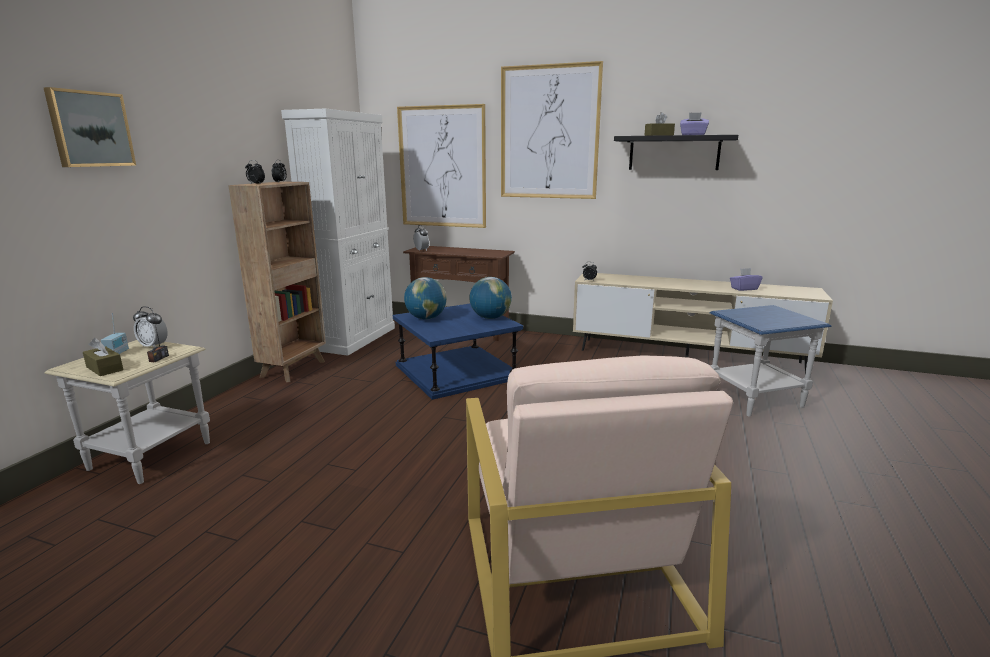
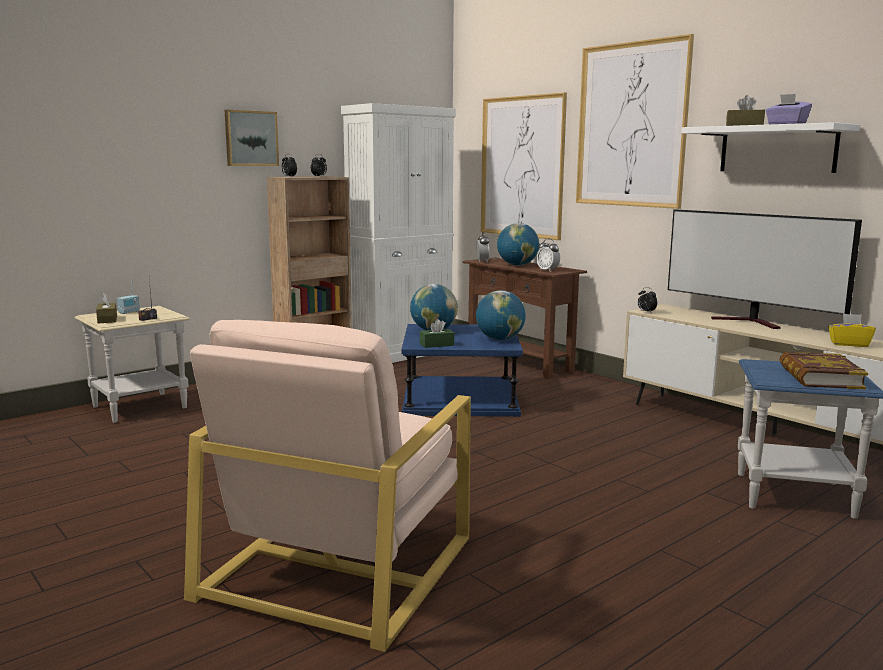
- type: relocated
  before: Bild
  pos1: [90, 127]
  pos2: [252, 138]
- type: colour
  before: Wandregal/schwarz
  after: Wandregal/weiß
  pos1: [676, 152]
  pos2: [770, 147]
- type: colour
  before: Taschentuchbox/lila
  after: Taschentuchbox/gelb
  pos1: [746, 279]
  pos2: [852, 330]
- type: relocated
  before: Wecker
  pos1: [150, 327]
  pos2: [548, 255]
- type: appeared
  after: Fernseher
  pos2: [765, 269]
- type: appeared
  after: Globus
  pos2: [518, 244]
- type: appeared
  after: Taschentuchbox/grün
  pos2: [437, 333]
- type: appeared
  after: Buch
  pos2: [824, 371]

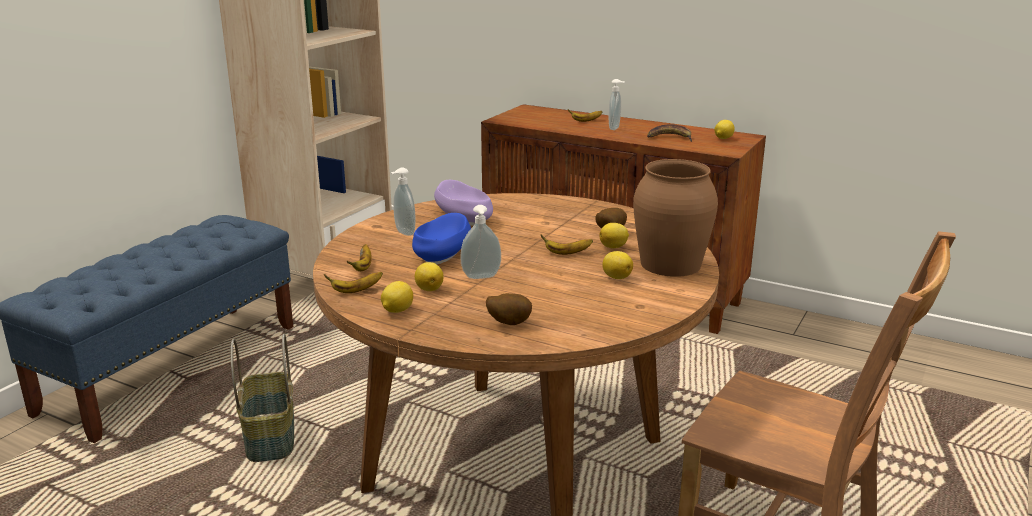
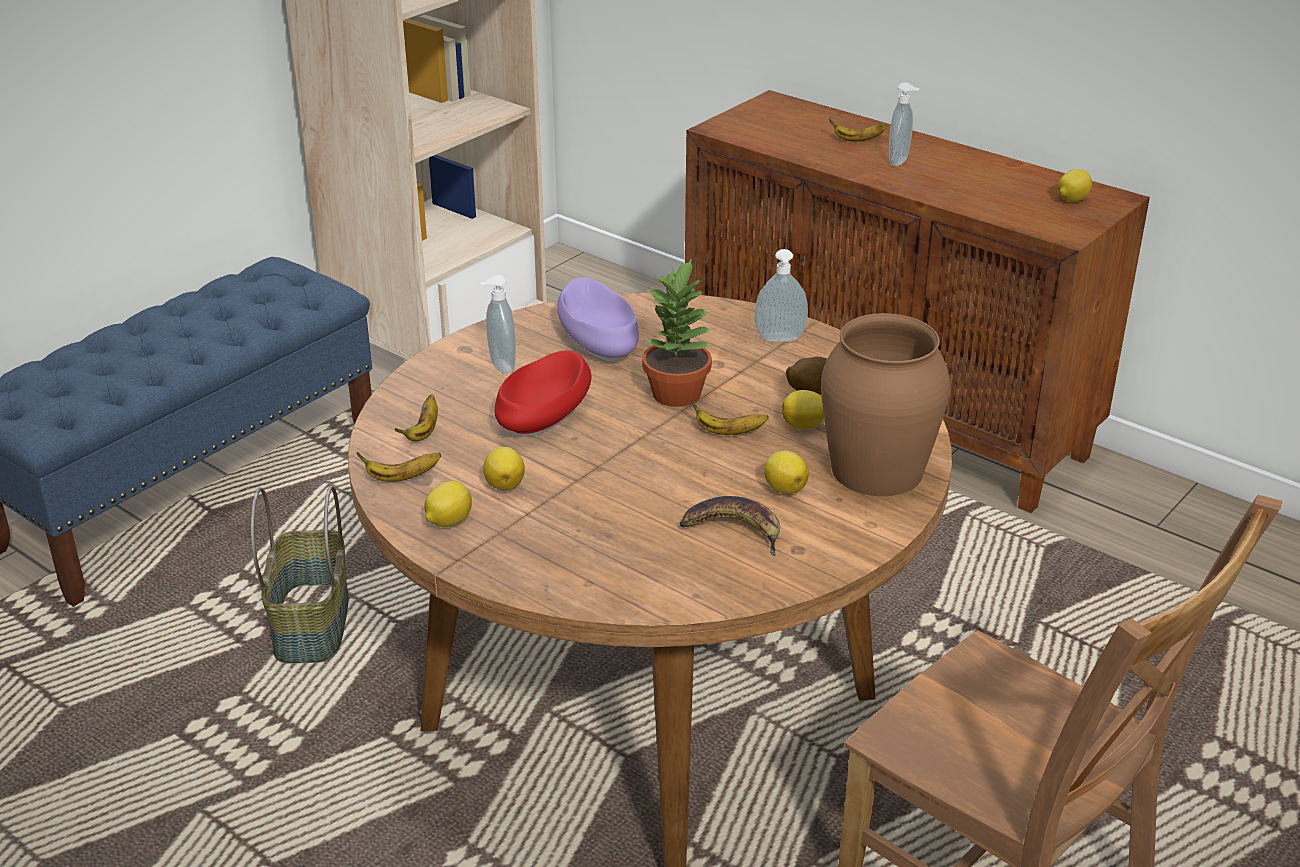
- type: relocated
  before: Banane
  pos1: [670, 133]
  pos2: [729, 526]
- type: relocated
  before: Seifenspender
  pos1: [480, 242]
  pos2: [781, 295]
- type: colour
  before: Schüssel/blau
  after: Schüssel/rot
  pos1: [441, 238]
  pos2: [542, 393]
- type: missing
  before: Kartoffel
  pos1: [509, 309]
- type: appeared
  after: Topfpflanze
  pos2: [677, 332]

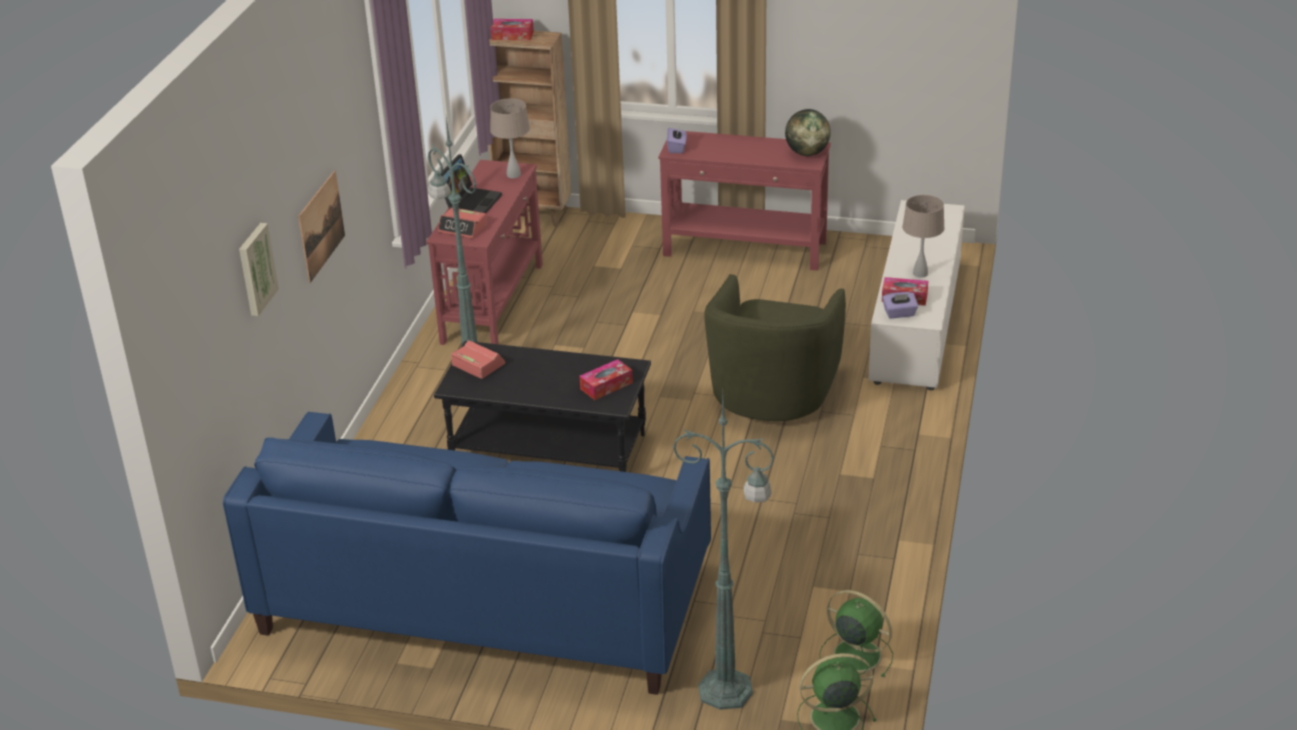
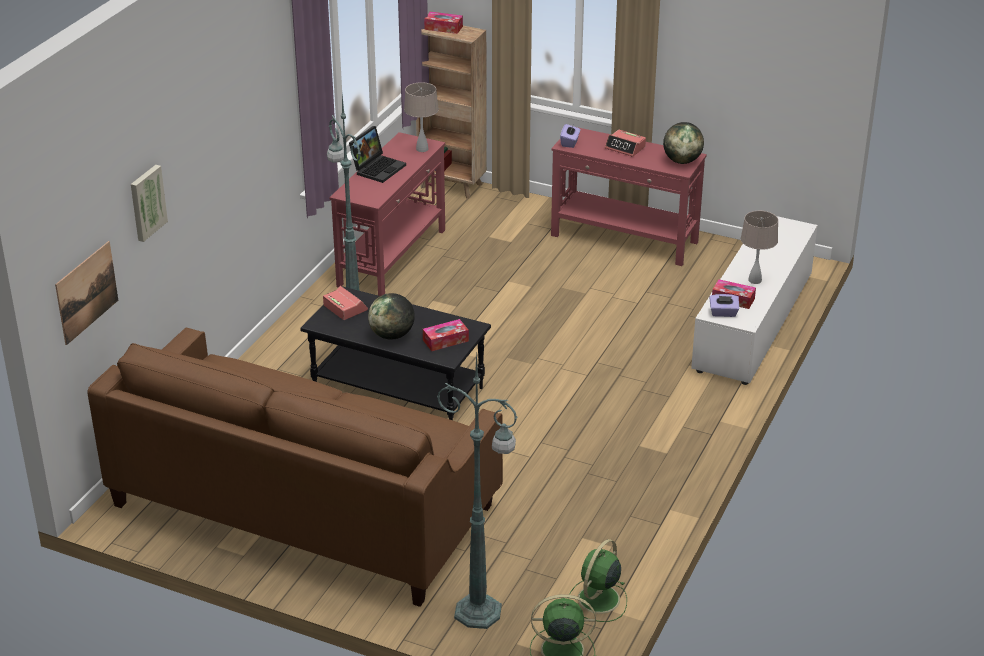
- type: relocated
  before: Bild
  pos1: [321, 227]
  pos2: [86, 293]
- type: relocated
  before: Wecker
  pos1: [462, 223]
  pos2: [625, 143]
- type: missing
  before: Sessel/grün
  pos1: [775, 347]
- type: colour
  before: Sofa/blau
  after: Sofa/braun
  pos1: [467, 553]
  pos2: [295, 467]
- type: spun
  before: Ventilator/grün
  pos1: [856, 633]
  pos2: [597, 580]
  turn: -105
- type: appeared
  after: Globus
  pos2: [391, 316]

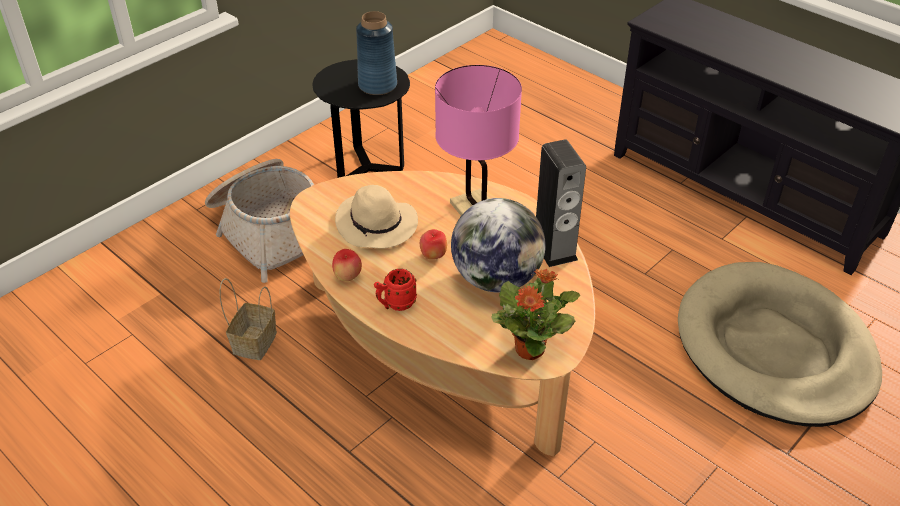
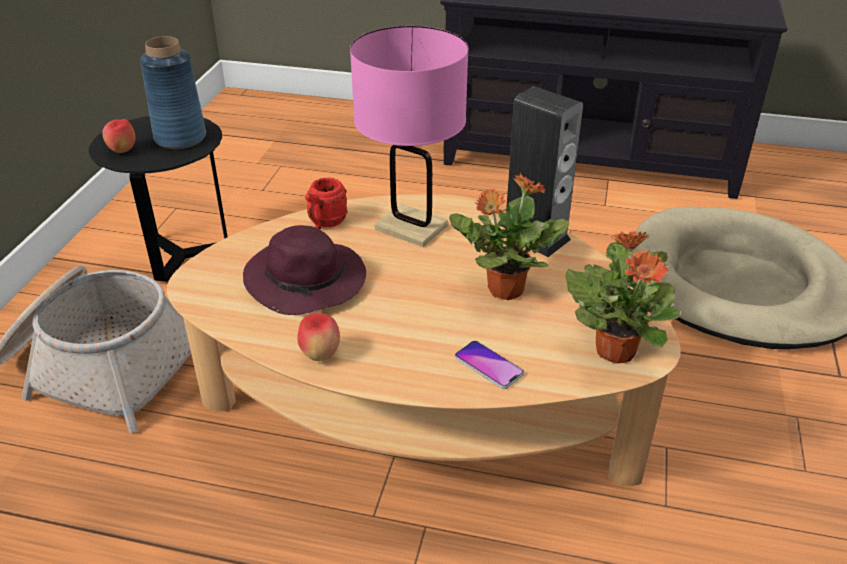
- type: colour
  before: Hut/beige
  after: Hut/lila
  pos1: [376, 217]
  pos2: [304, 270]
- type: exchanged
  before: Globus
  after: Topfpflanze
  pos1: [498, 245]
  pos2: [509, 236]
- type: relocated
  before: Apfel
  pos1: [433, 244]
  pos2: [118, 136]
- type: relocated
  before: Henkelbecher/rot
  pos1: [395, 290]
  pos2: [326, 203]
- type: missing
  before: Korb
  pos1: [248, 319]
- type: appeared
  after: Handy
  pos2: [489, 365]

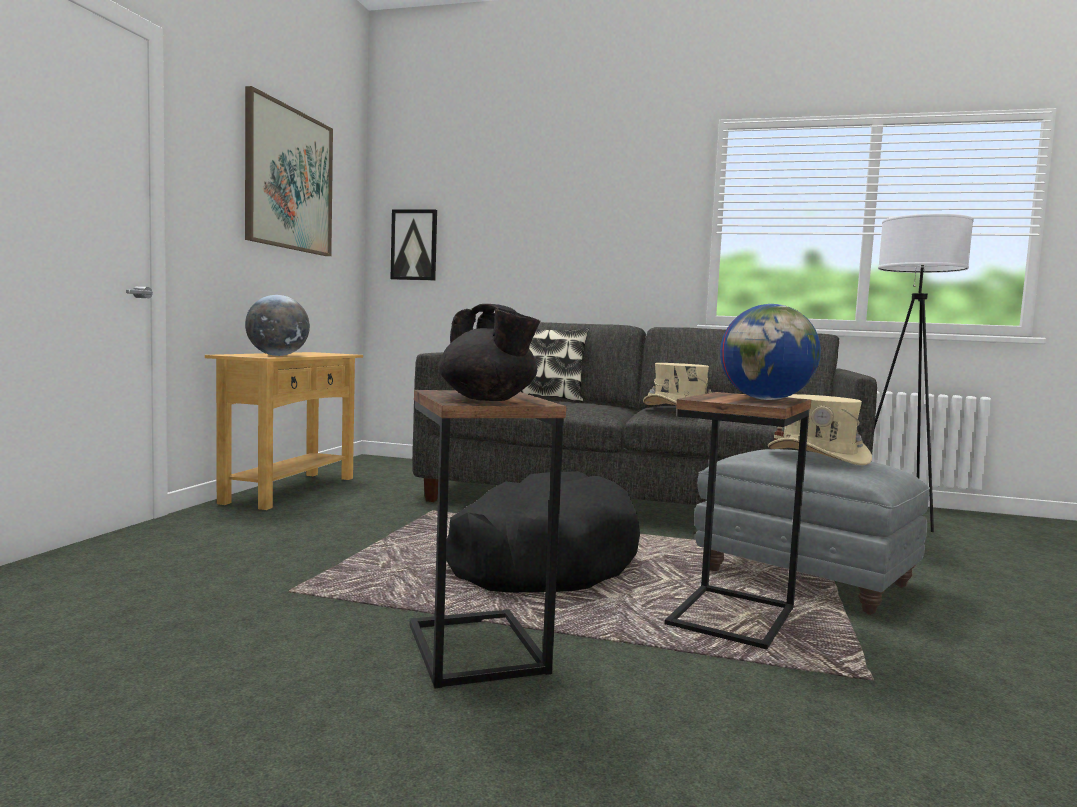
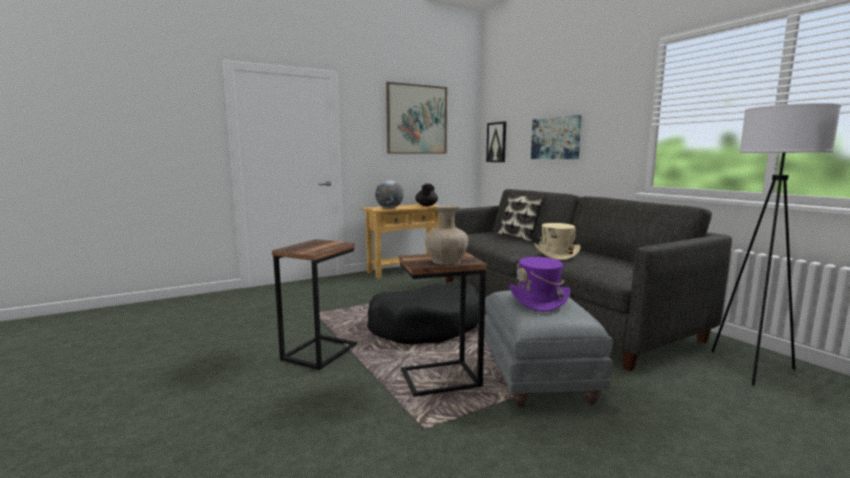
- type: relocated
  before: Teekanne/schwarz
  pos1: [489, 352]
  pos2: [426, 195]
- type: exchanged
  before: Globus
  after: Vase/beige
  pos1: [770, 352]
  pos2: [446, 235]
- type: colour
  before: Hut/beige
  after: Hut/lila
  pos1: [820, 429]
  pos2: [539, 284]
- type: appeared
  after: Bild
  pos2: [556, 137]

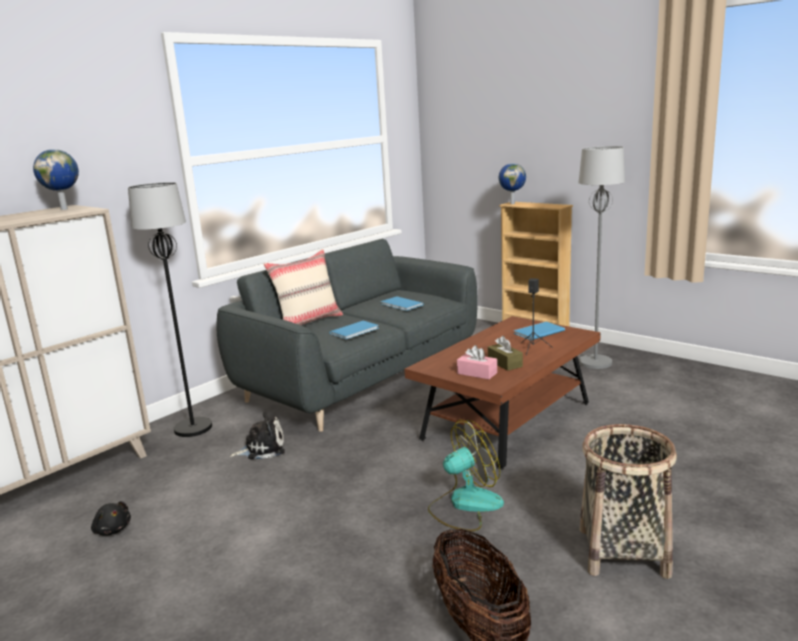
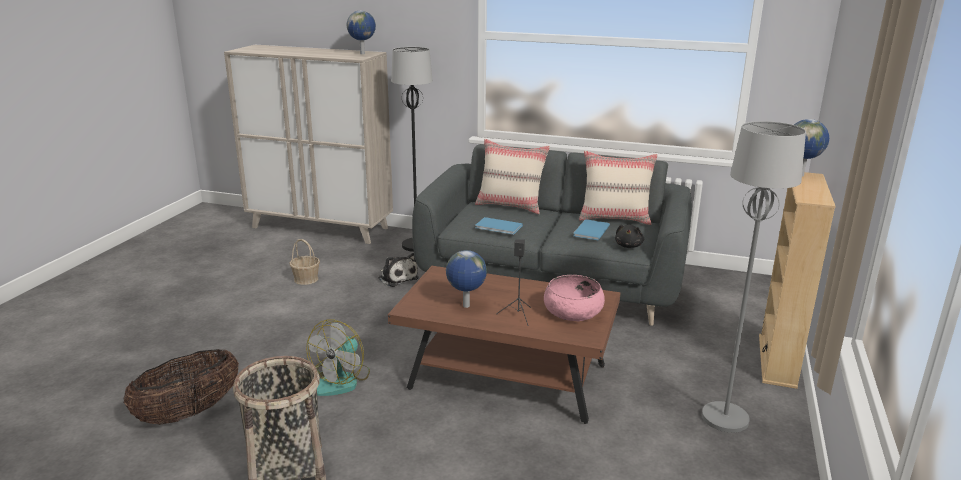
- type: exchanged
  before: Buch/blau
  after: Schüssel/rosa
  pos1: [539, 331]
  pos2: [574, 298]
- type: exchanged
  before: Taschentuchbox/braun
  after: Globus
  pos1: [505, 353]
  pos2: [466, 279]
- type: missing
  before: Taschentuchbox/rosa
  pos1: [477, 362]
- type: spun
  before: Ventilator
  pos1: [466, 475]
  pos2: [338, 357]
  turn: 75
- type: relocated
  before: Plüschtier/schwarz
  pos1: [111, 518]
  pos2: [629, 236]
- type: appeared
  after: Kissen/beige
  pos2: [618, 187]
- type: appeared
  after: Korb
  pos2: [304, 262]

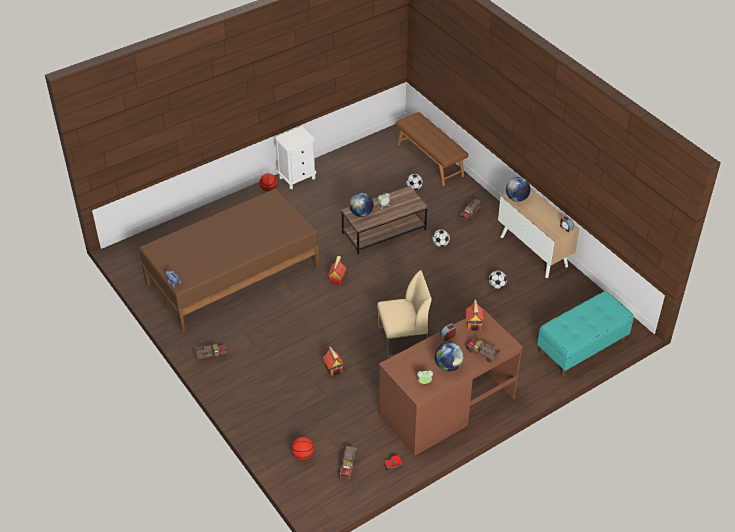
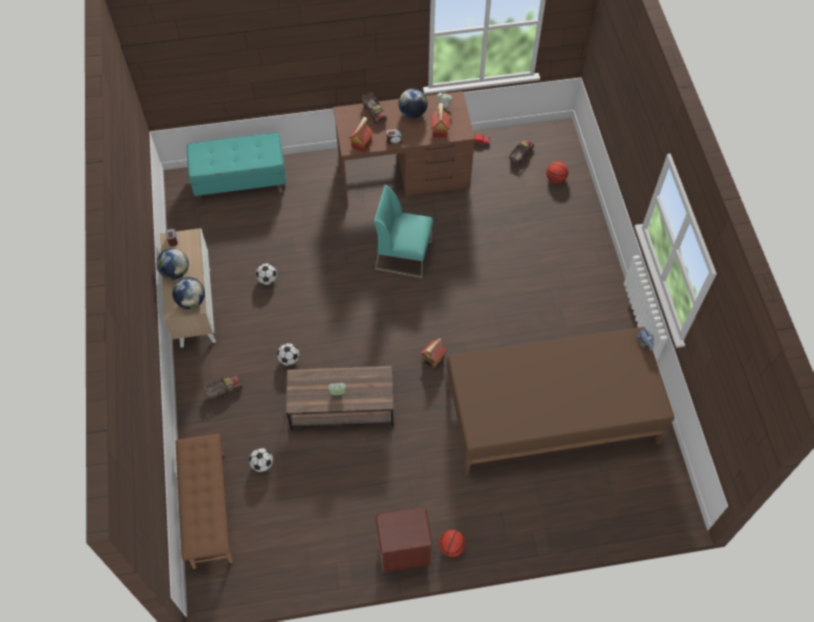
- type: colour
  before: Nachttisch/weiß
  after: Nachttisch/braun
  pos1: [295, 157]
  pos2: [404, 540]
- type: relocated
  before: Globus
  pos1: [361, 205]
  pos2: [173, 264]
- type: colour
  before: Stuhl/beige
  after: Stuhl/türkis
  pos1: [404, 314]
  pos2: [403, 231]
- type: missing
  before: Spielzeuglaster
  pos1: [211, 353]
- type: relocated
  before: Spielzeughaus
  pos1: [333, 361]
  pos2: [440, 120]

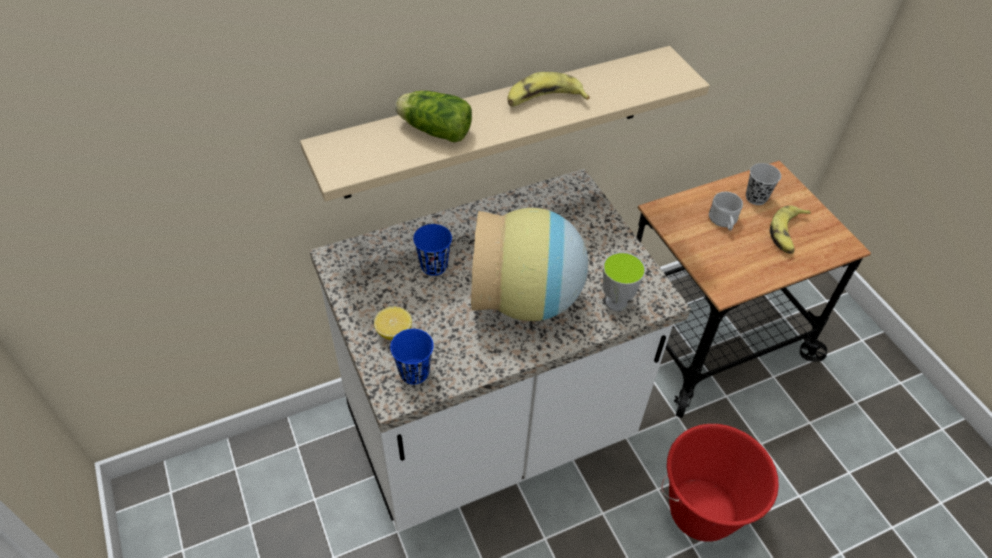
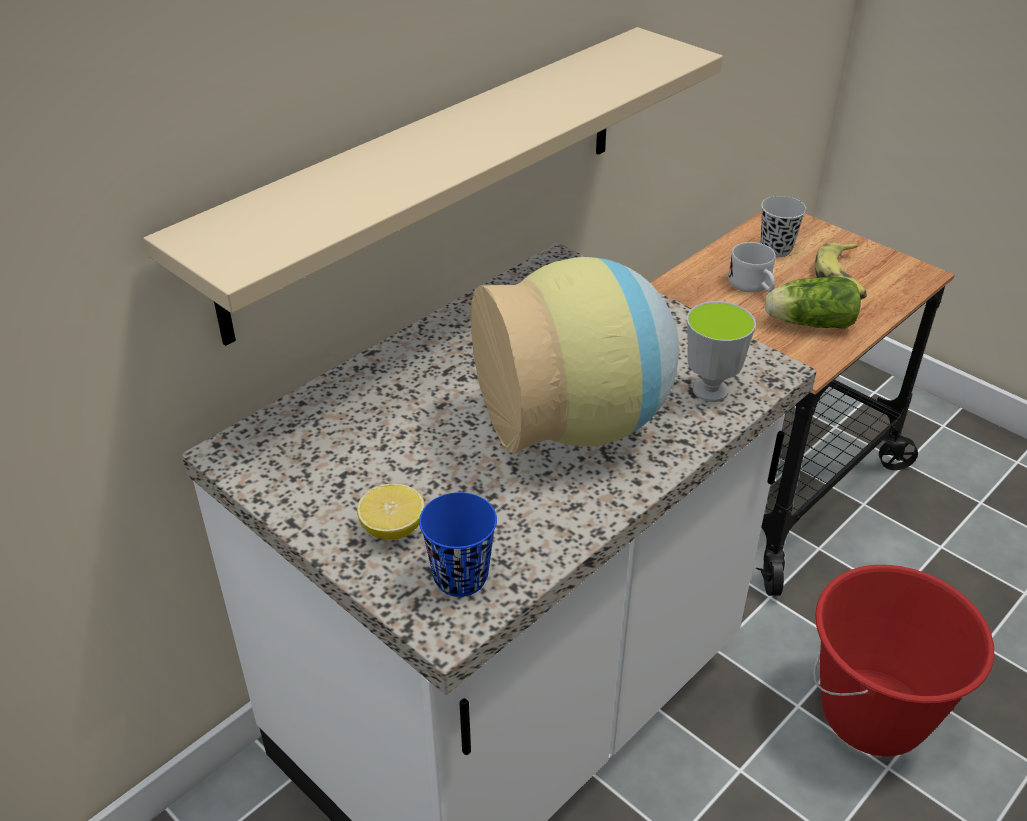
- type: missing
  before: Banane
  pos1: [549, 89]
- type: relocated
  before: Salatkopf
  pos1: [433, 116]
  pos2: [813, 302]
- type: missing
  before: Tasse/blau
  pos1: [432, 250]

